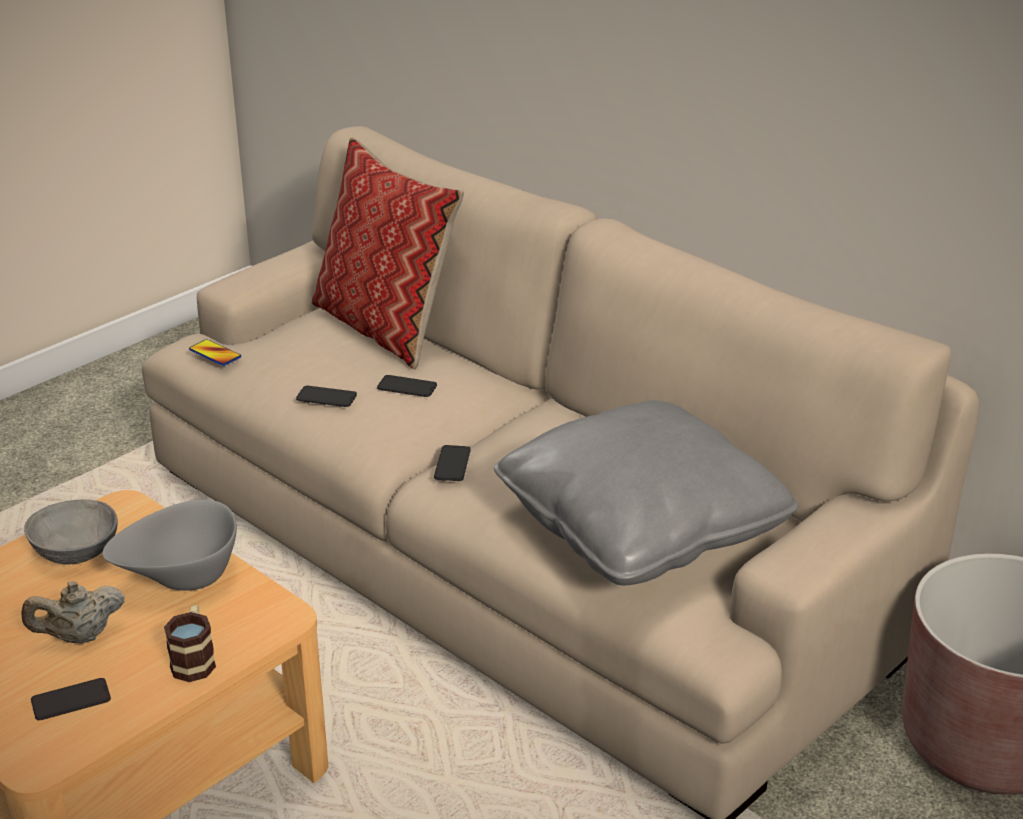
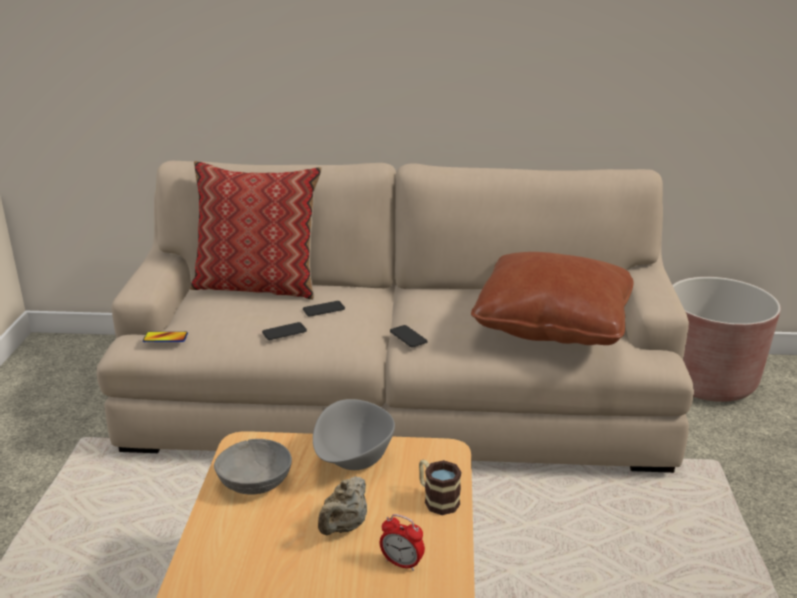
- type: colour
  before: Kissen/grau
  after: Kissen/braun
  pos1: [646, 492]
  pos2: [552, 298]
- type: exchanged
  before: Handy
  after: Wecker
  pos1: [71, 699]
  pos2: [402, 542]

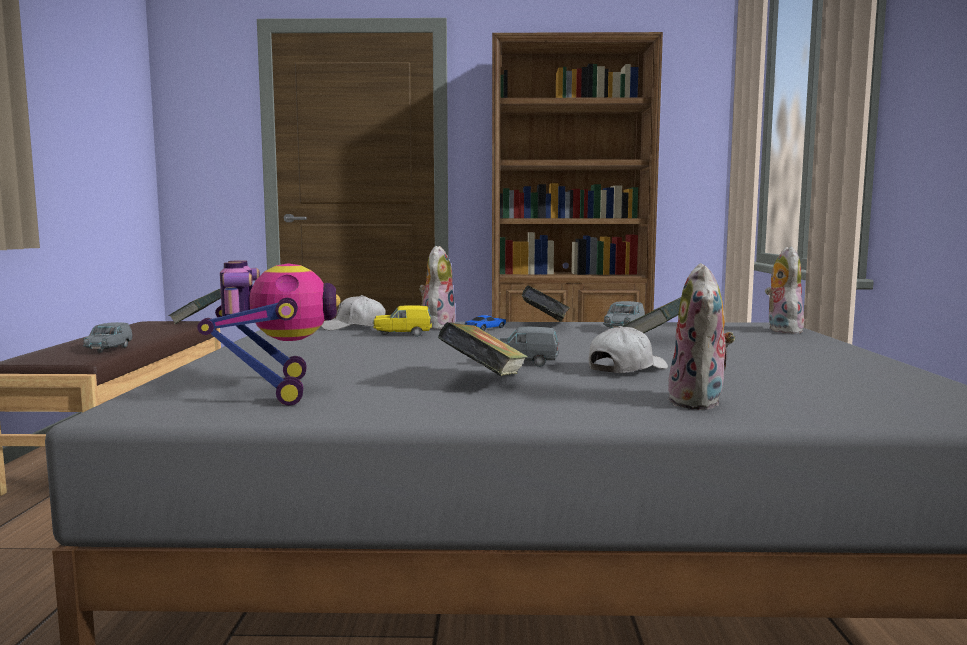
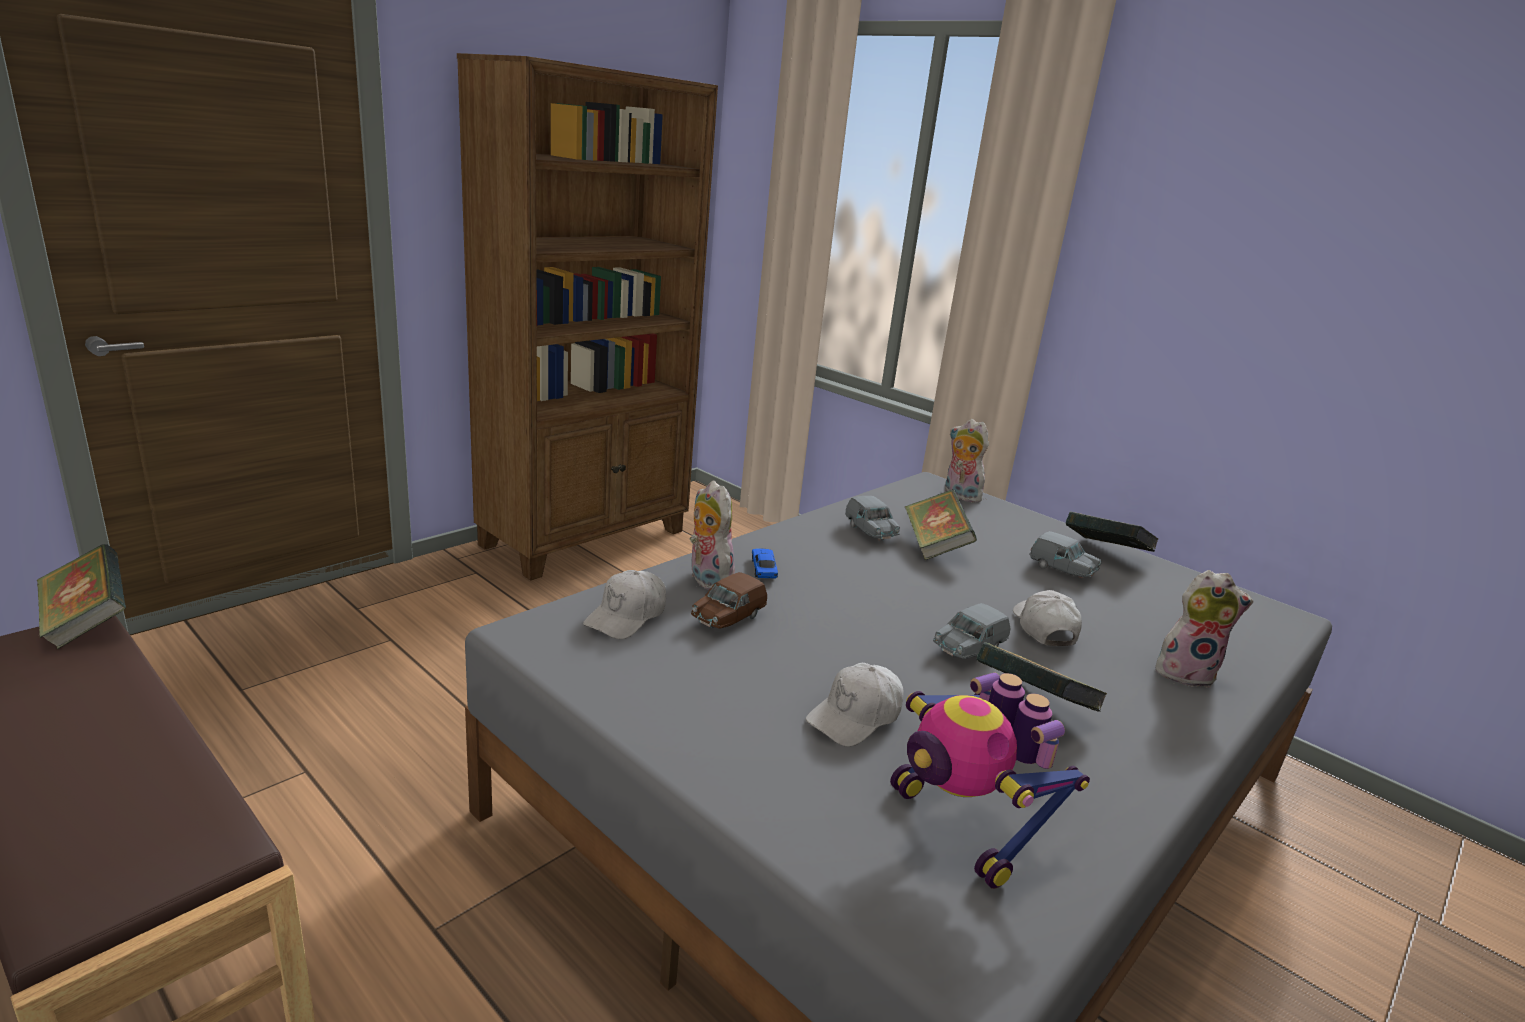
- type: spun
  before: Spielzeugroboter
  pos1: [269, 333]
  pos2: [990, 781]
  turn: -150
- type: spun
  before: Plüschtier
  pos1: [700, 336]
  pos2: [1204, 629]
  turn: -45
- type: relocated
  before: Buch
  pos1: [546, 304]
  pos2: [1112, 531]
- type: colour
  before: Spielzeugauto/gelb
  after: Spielzeugauto/braun
  pos1: [402, 321]
  pos2: [729, 600]
- type: relocated
  before: Spielzeugauto/grau
  pos1: [108, 337]
  pos2: [1065, 554]
- type: appeared
  after: Kappe/weiß
  pos2: [854, 705]

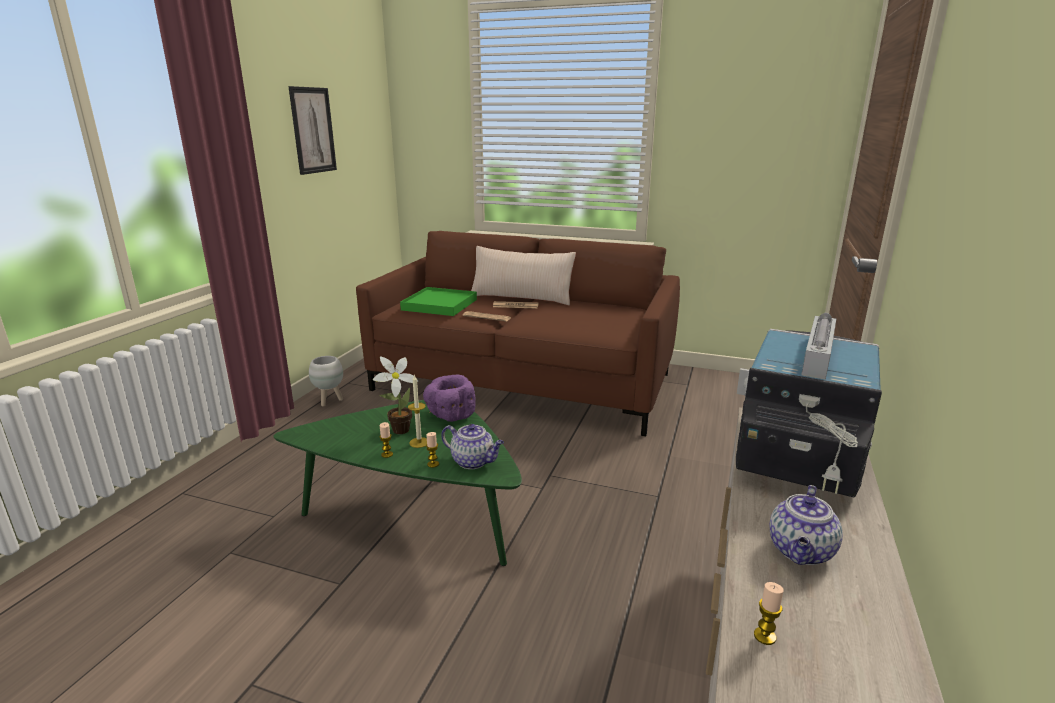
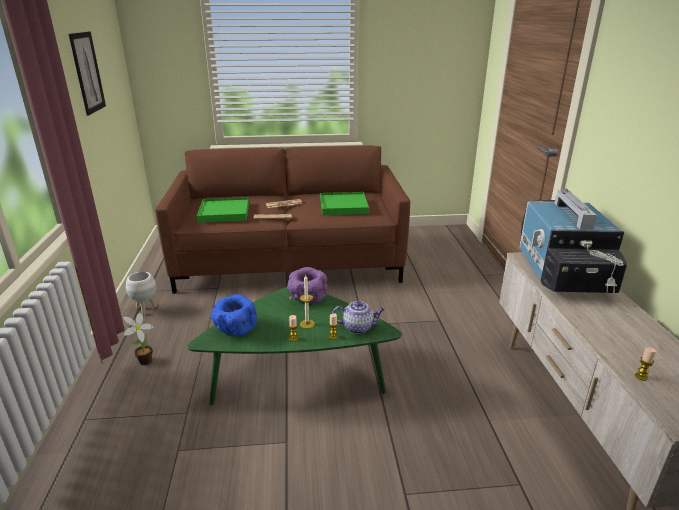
- type: missing
  before: Kissen/beige
  pos1: [523, 275]
- type: relocated
  before: Topfpflanze
  pos1: [395, 395]
  pos2: [138, 338]
- type: missing
  before: Teekanne
  pos1: [806, 525]
- type: appeared
  after: Tablett/grün
  pos2: [344, 203]
- type: appeared
  after: Schüssel/blau
  pos2: [234, 315]

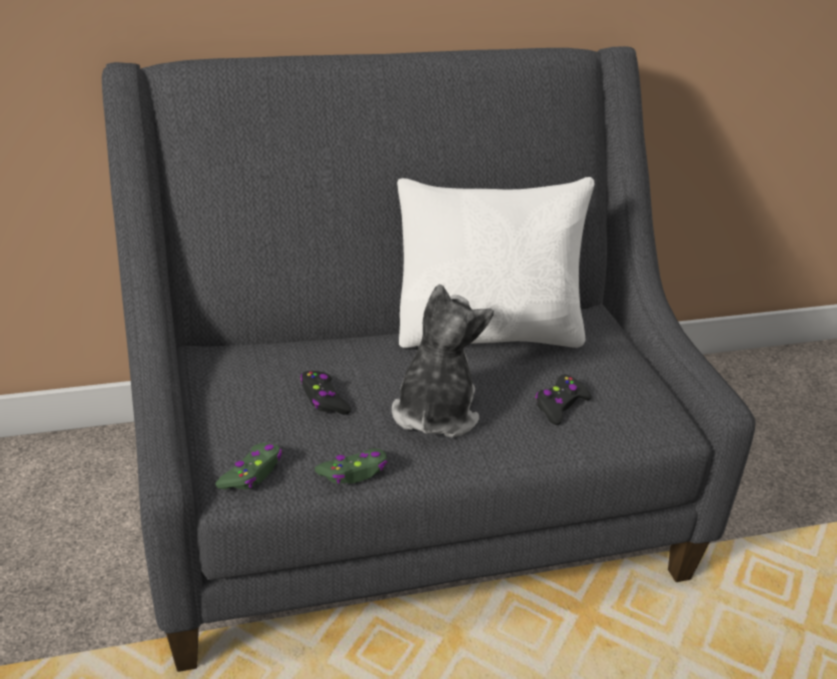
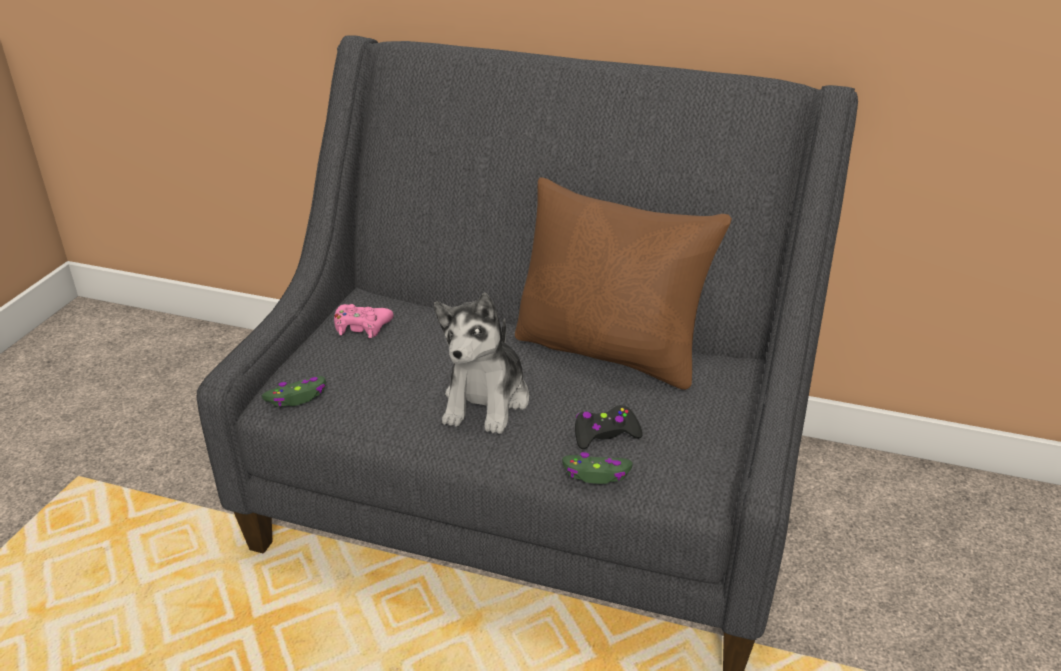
- type: colour
  before: Kissen/weiß
  after: Kissen/braun
  pos1: [495, 262]
  pos2: [623, 284]
- type: spun
  before: Plüschtier
  pos1: [443, 361]
  pos2: [481, 363]
  turn: 150
- type: missing
  before: Gamepad/schwarz
  pos1: [325, 393]
- type: relocated
  before: Gamepad/grün
  pos1: [351, 466]
  pos2: [597, 468]
- type: appeared
  after: Gamepad/rosa
  pos2: [363, 321]

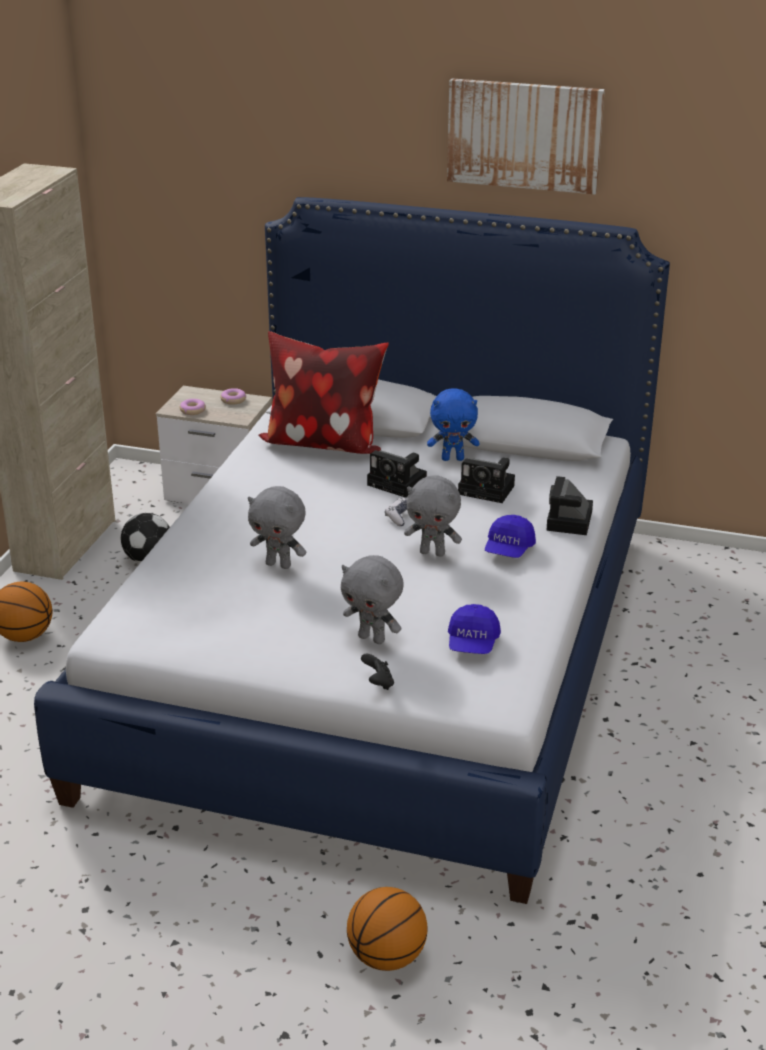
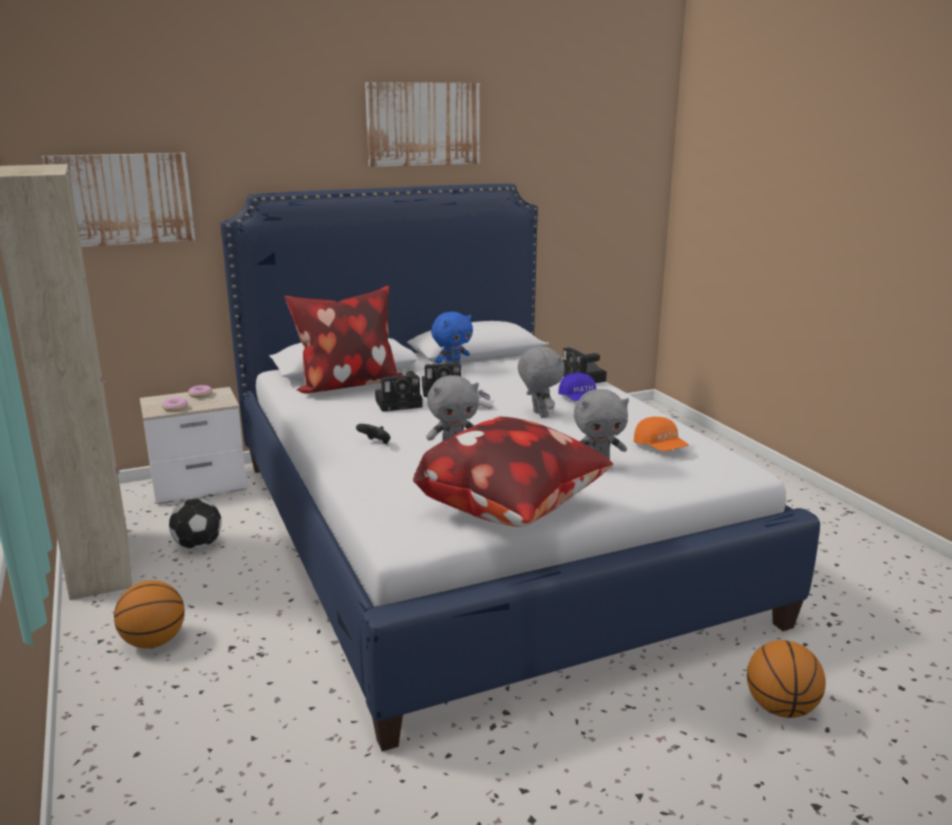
- type: relocated
  before: Kamera
  pos1: [486, 480]
  pos2: [399, 391]
- type: spun
  before: Plüschtier/grau
  pos1: [433, 516]
  pos2: [541, 381]
  turn: -90
- type: colour
  before: Kappe/blau
  after: Kappe/orange
  pos1: [474, 629]
  pos2: [661, 434]
- type: relocated
  before: Gamepad/schwarz
  pos1: [377, 672]
  pos2: [373, 434]
- type: appeared
  after: Bild
  pos2: [118, 200]
- type: appeared
  after: Kissen
  pos2: [513, 472]

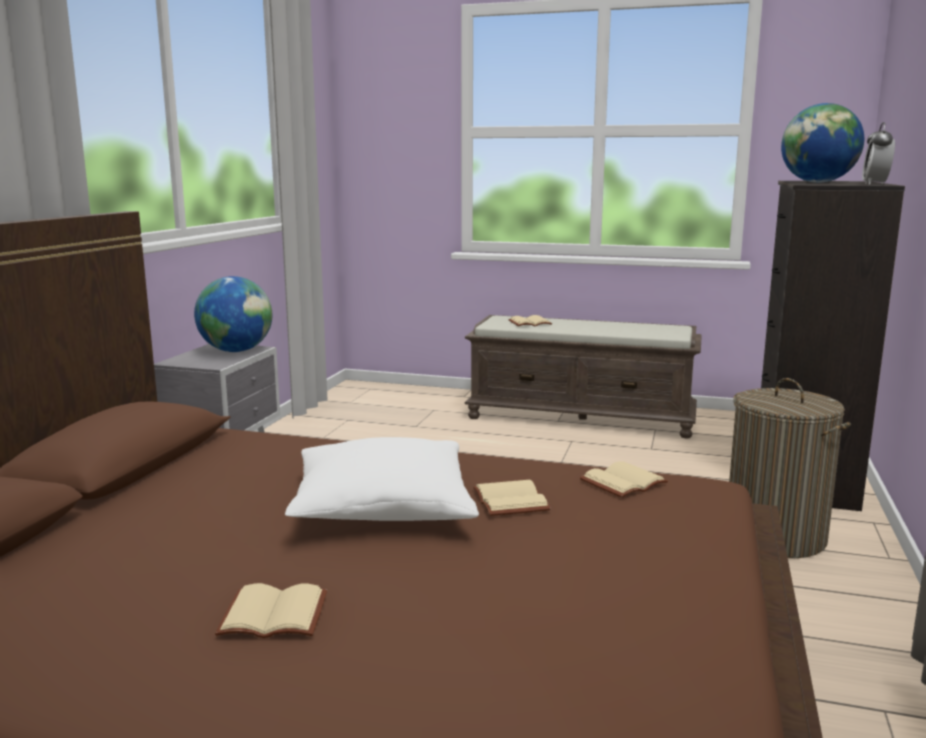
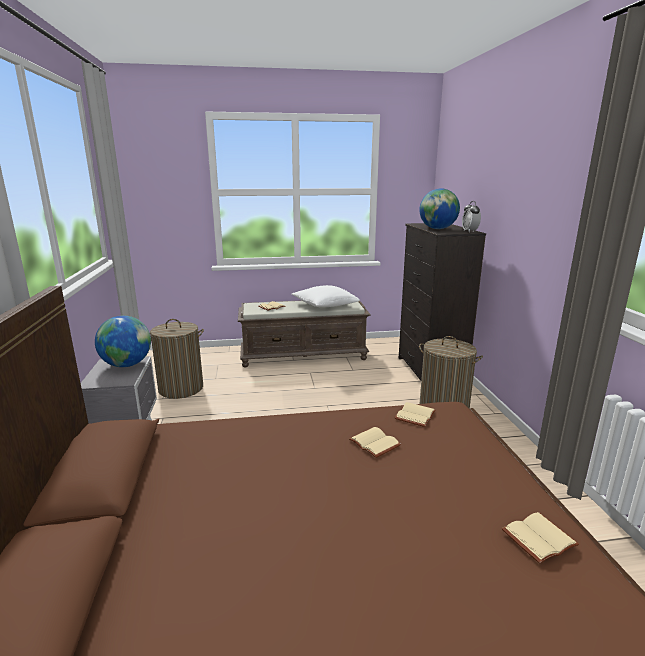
- type: relocated
  before: Kissen/weiß
  pos1: [382, 479]
  pos2: [326, 296]
- type: relocated
  before: Buch/beige
  pos1: [271, 610]
  pos2: [540, 538]
- type: appeared
  after: Wäschekorb
  pos2: [177, 359]

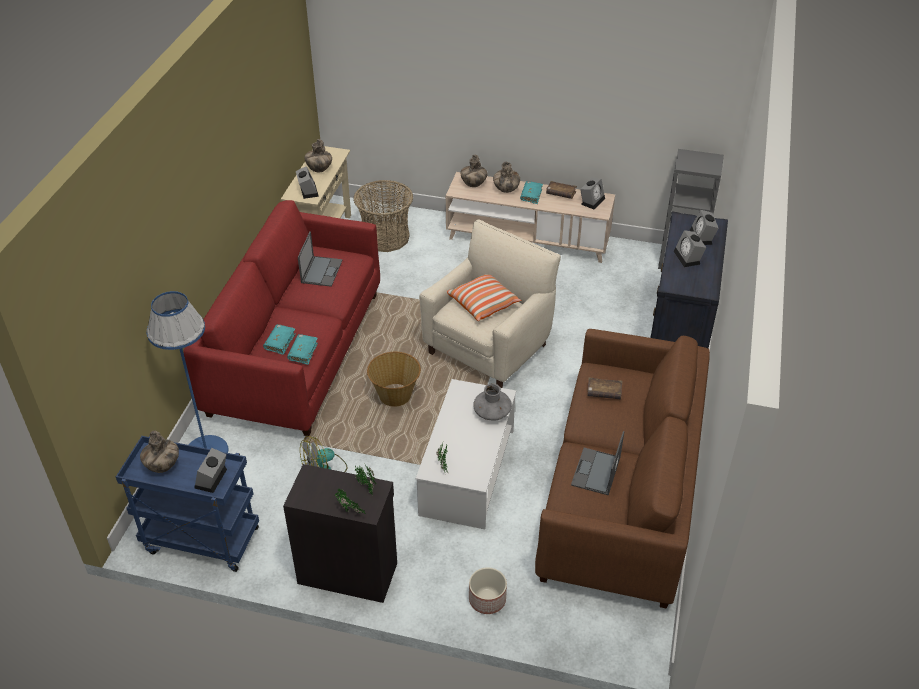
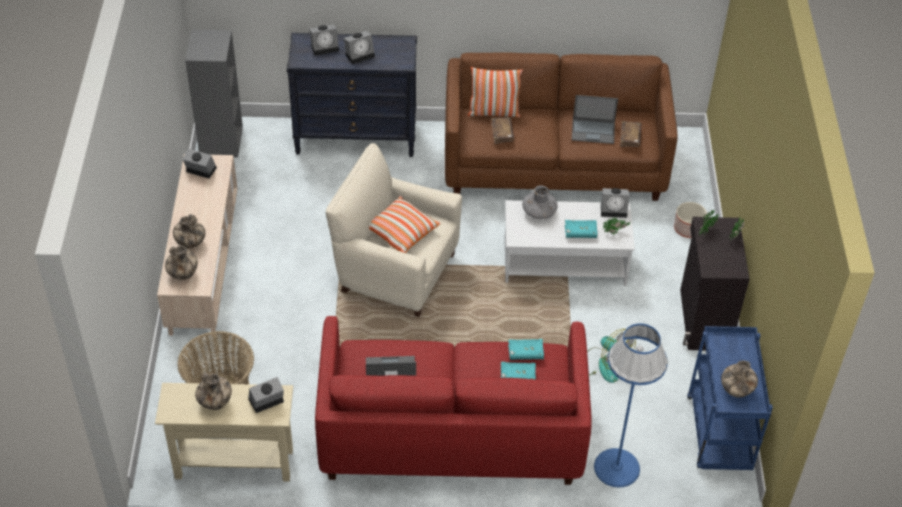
- type: relocated
  before: Buch/türkis
  pos1: [531, 192]
  pos2: [581, 229]
- type: relocated
  before: Buch/braun
  pos1: [561, 190]
  pos2: [631, 134]
- type: missing
  before: Korb
  pos1: [394, 379]
- type: relocated
  before: Wecker
  pos1: [210, 470]
  pos2: [615, 203]
- type: appeared
  after: Kissen
  pos2: [495, 92]

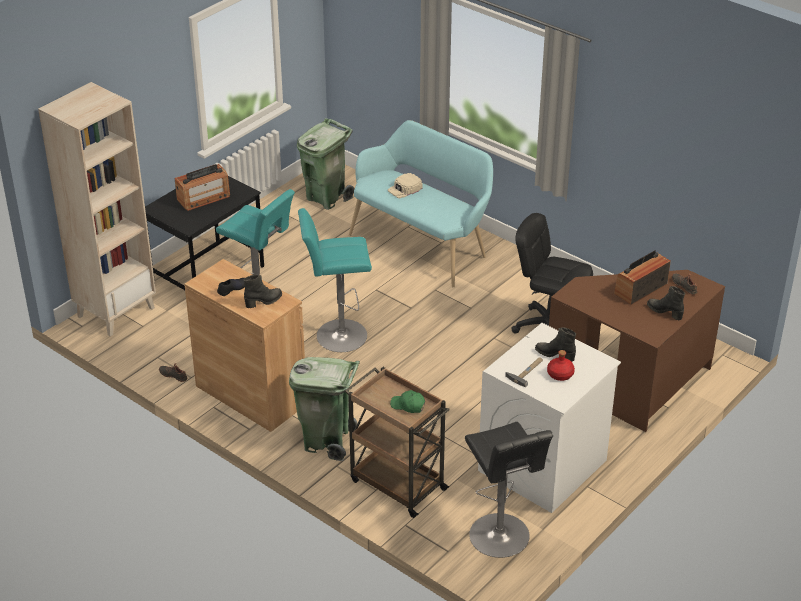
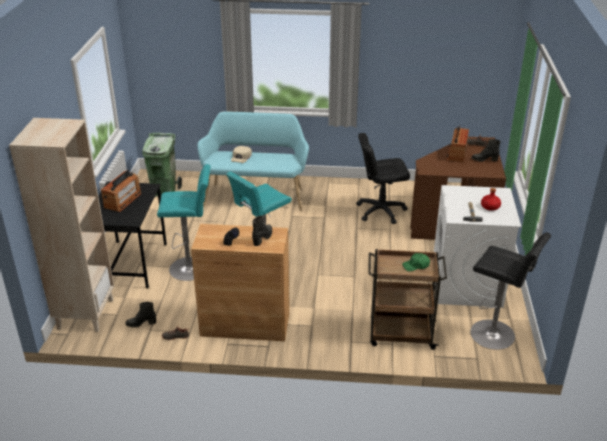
- type: relocated
  before: Stiefel/schwarz
  pos1: [555, 344]
  pos2: [141, 315]
- type: missing
  before: Mülleimer/grün
  pos1: [324, 409]

